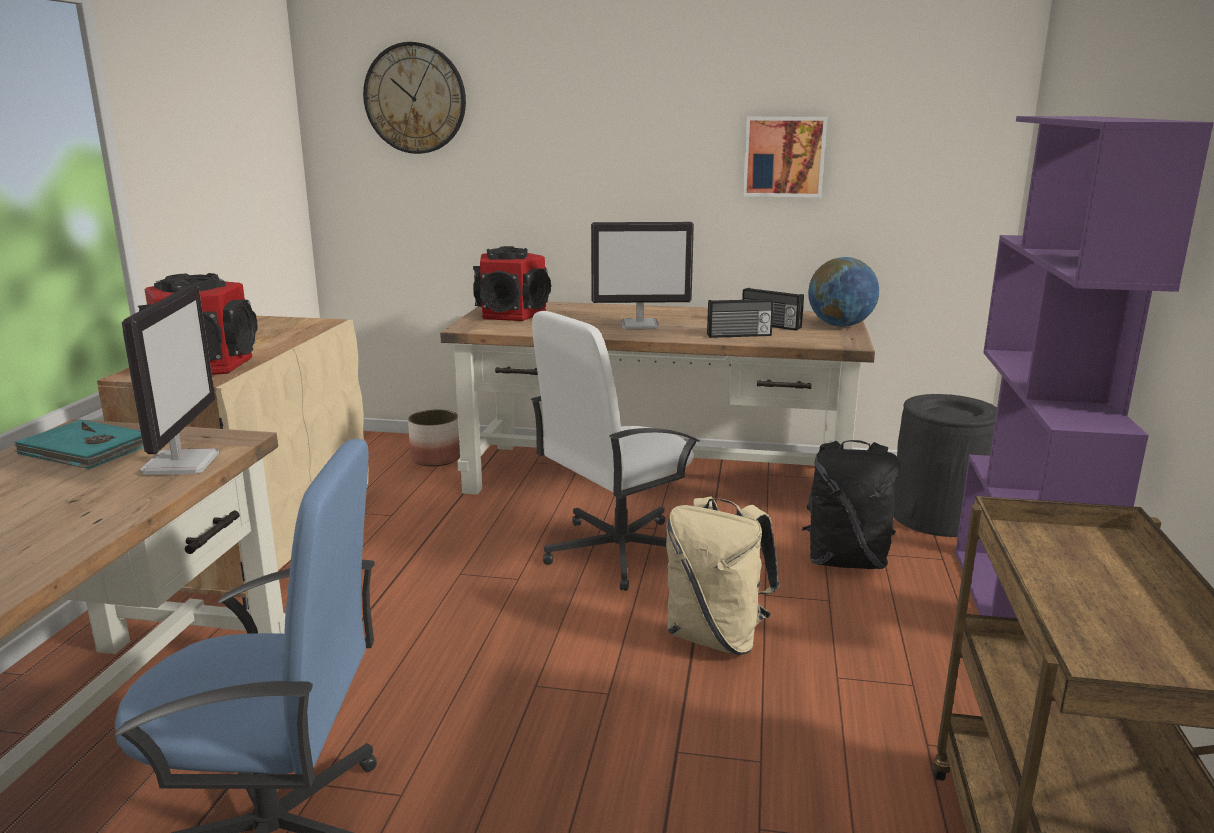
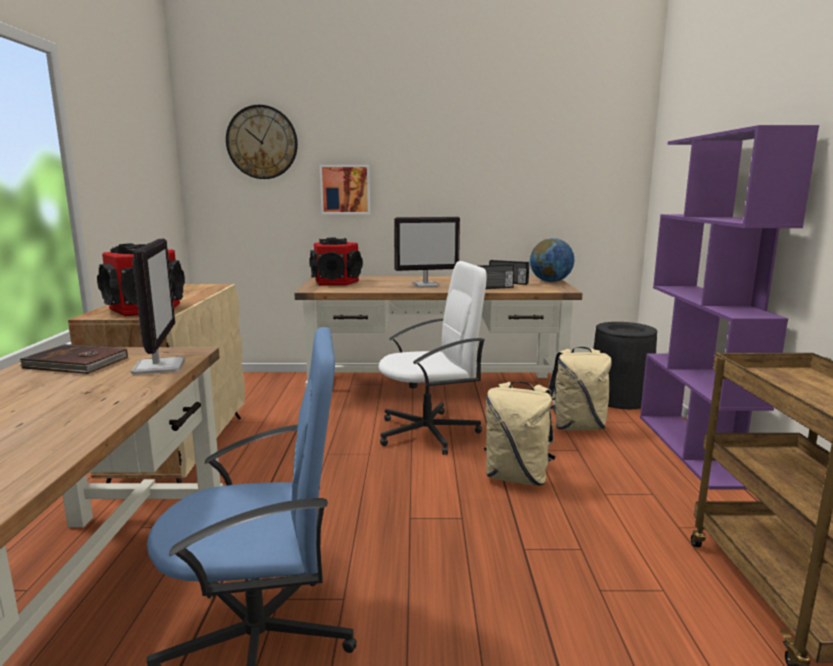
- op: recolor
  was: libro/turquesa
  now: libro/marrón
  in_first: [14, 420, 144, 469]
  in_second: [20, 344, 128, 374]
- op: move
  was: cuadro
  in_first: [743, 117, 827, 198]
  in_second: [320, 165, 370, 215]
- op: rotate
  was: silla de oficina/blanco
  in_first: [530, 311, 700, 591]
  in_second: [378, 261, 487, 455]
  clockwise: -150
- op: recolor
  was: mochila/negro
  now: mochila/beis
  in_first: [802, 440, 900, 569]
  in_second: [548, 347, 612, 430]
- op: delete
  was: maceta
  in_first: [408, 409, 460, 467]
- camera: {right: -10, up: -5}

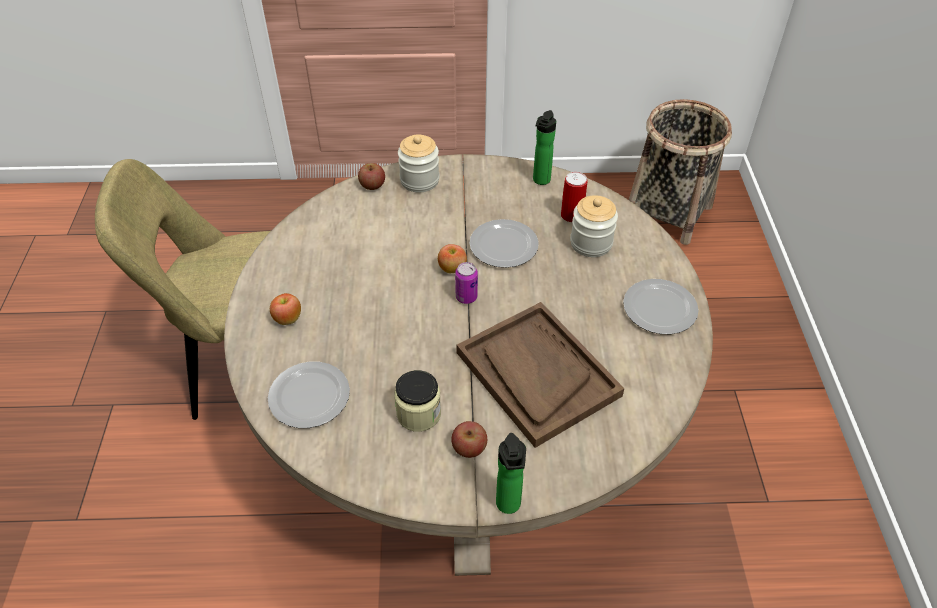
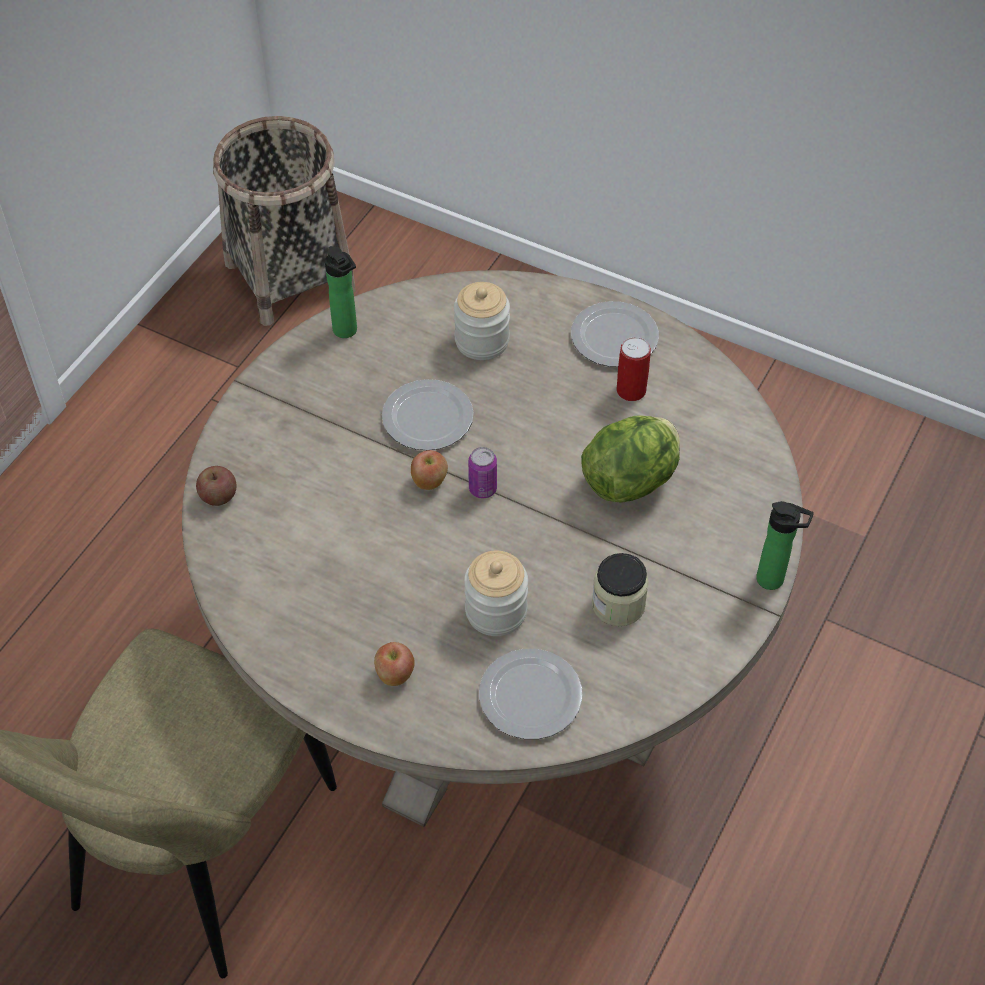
- op: move
  was: tarro
  in_first: [398, 135, 439, 192]
  in_second: [464, 551, 528, 636]
- op: replace
  was: bandeja/marrón
  now: lechuga
  in_first: [456, 302, 625, 448]
  in_second: [581, 416, 680, 503]
- op: move
  was: lata
  in_first: [561, 172, 587, 222]
  in_second: [617, 337, 651, 401]
- op: delete
  was: manzana
  in_first: [451, 421, 487, 458]
- camera: {right: -60, up: 5}

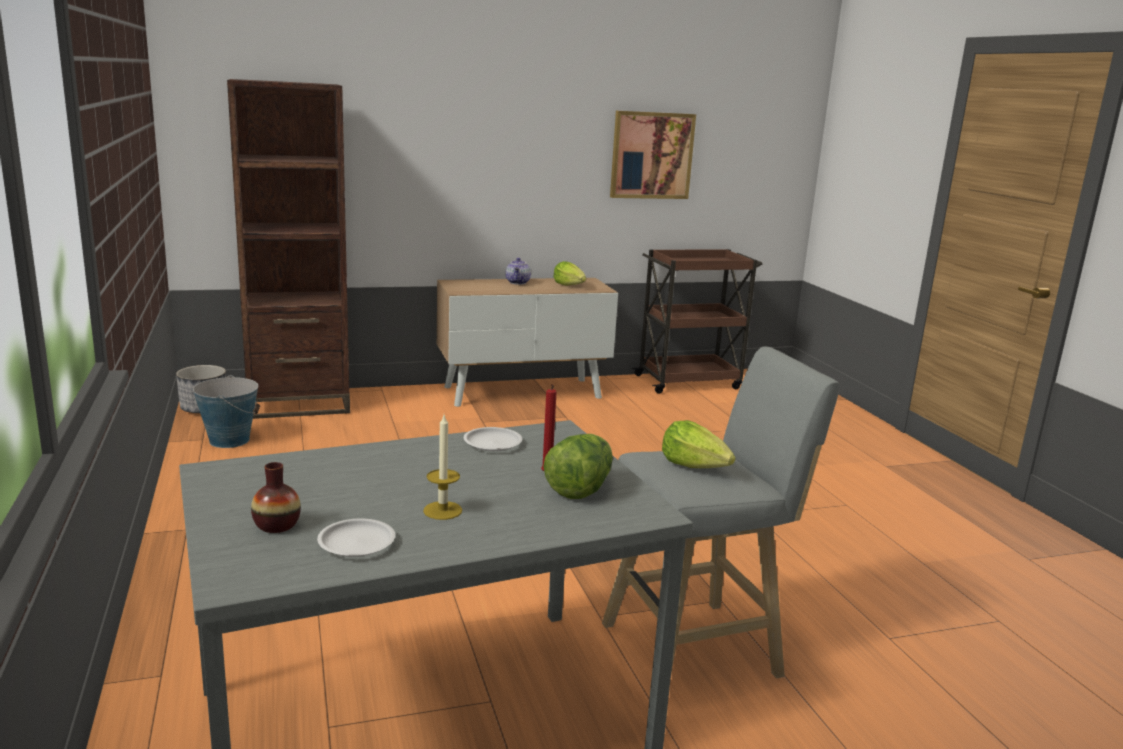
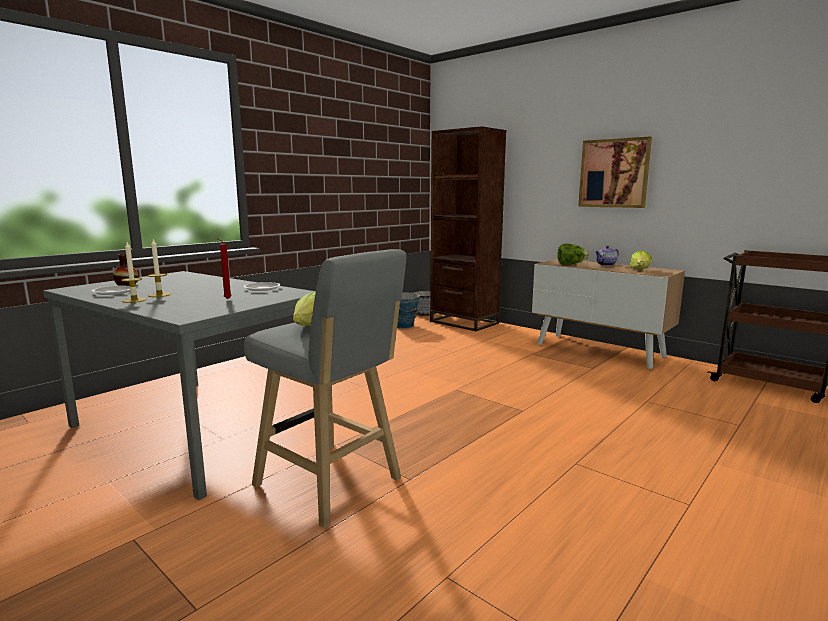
- op: insert
  now: vela
  in_second: [121, 242, 147, 303]
- op: move
  was: lechuga
  in_first: [543, 434, 613, 499]
  in_second: [557, 243, 589, 265]
- op: move
  was: cuadro
  in_first: [610, 111, 696, 199]
  in_second: [578, 137, 652, 208]
- camera: {right: 60, up: -5}

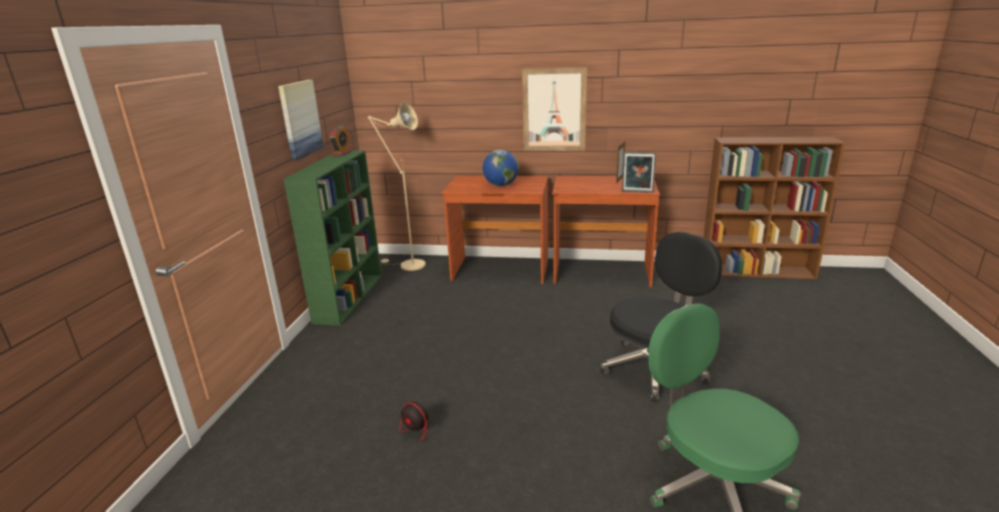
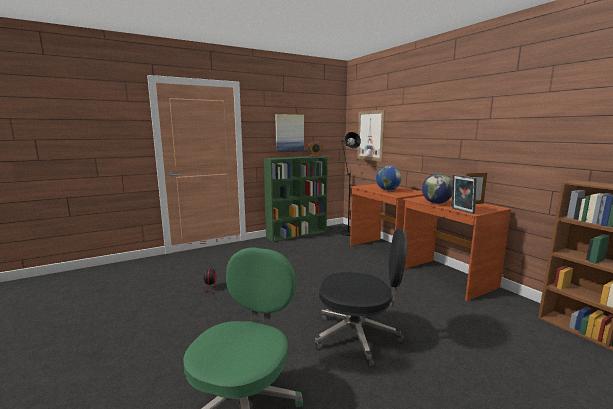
- op: recolor
  was: lámpara de pie/beis
  now: lámpara de pie/negro
  in_first: [368, 103, 426, 271]
  in_second: [336, 132, 361, 236]
- op: move
  was: cuadro
  in_first: [522, 67, 587, 151]
  in_second: [357, 110, 385, 162]
- op: insert
  now: globo terráqueo
  in_second: [422, 173, 452, 204]
- camera: {right: 50, up: -10}

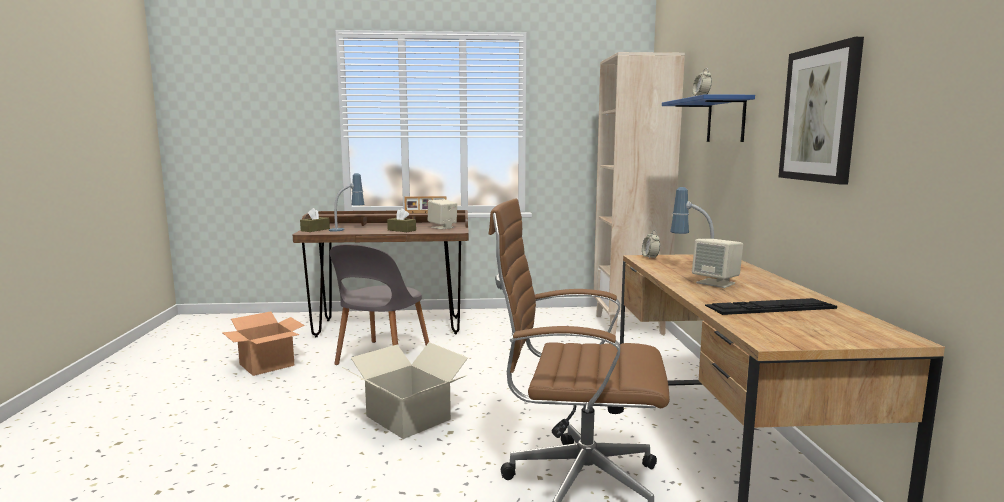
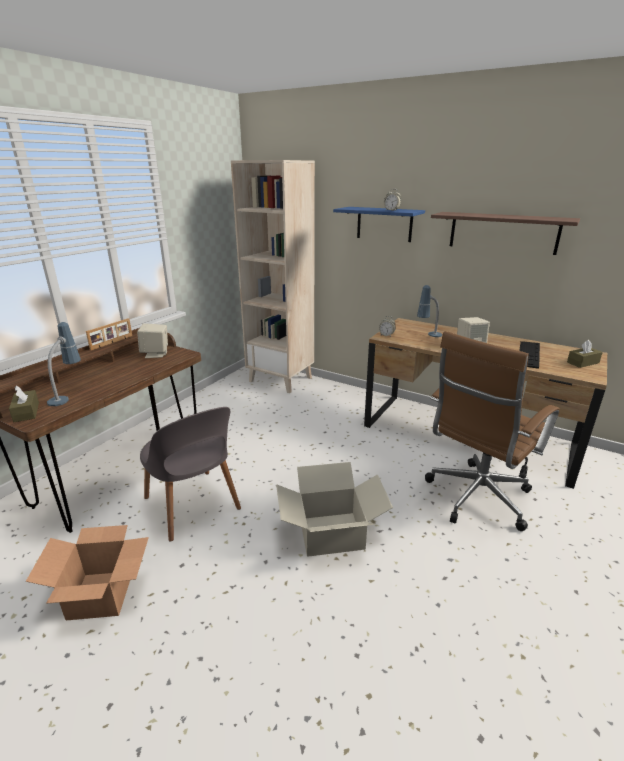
- op: replace
  was: cuadro
  now: estante
  in_first: [779, 37, 864, 184]
  in_second: [431, 212, 580, 255]
- op: move
  was: caja de pañuelos/marrón
  in_first: [387, 208, 416, 232]
  in_second: [567, 340, 603, 368]
- camera: {right: -55, up: 15}

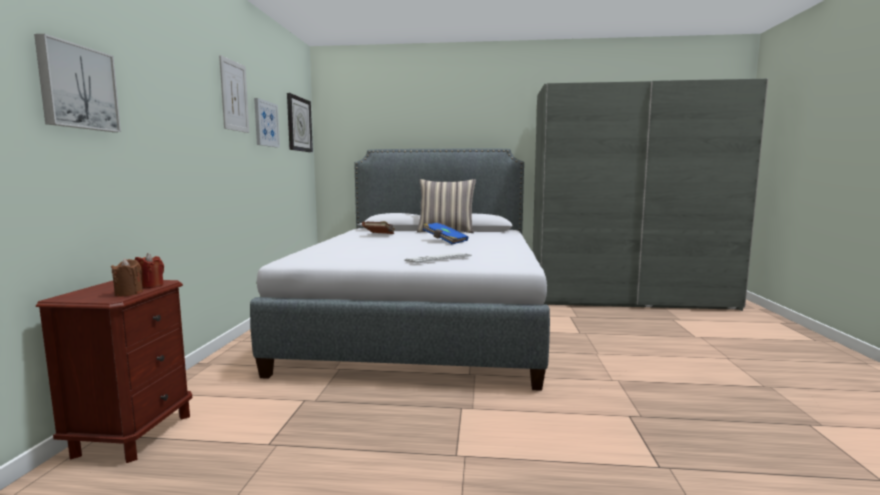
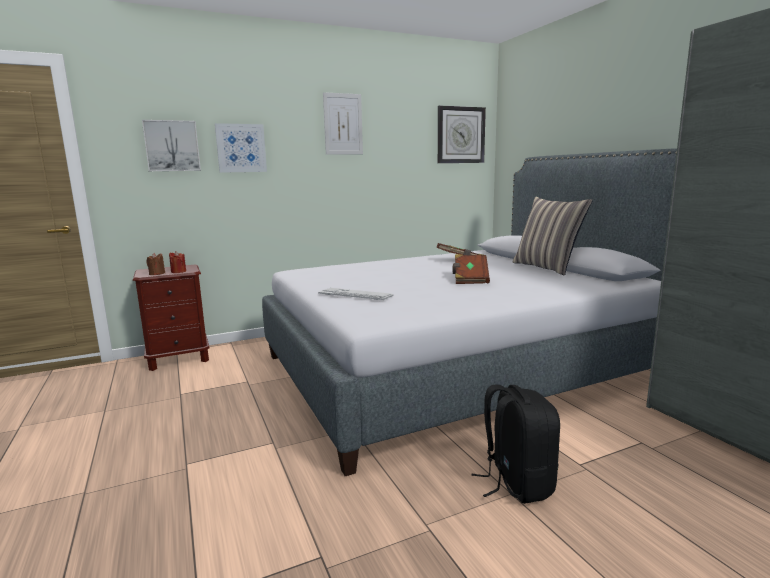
- op: move
  was: cuadro
  in_first: [254, 98, 280, 148]
  in_second: [215, 123, 267, 173]
- op: recolor
  was: libro/azul
  now: libro/marrón
  in_first: [423, 223, 468, 244]
  in_second: [452, 254, 490, 284]
- op: insert
  now: mochila/negro
  in_second: [472, 384, 560, 504]
- camera: {right: 60, up: 5}

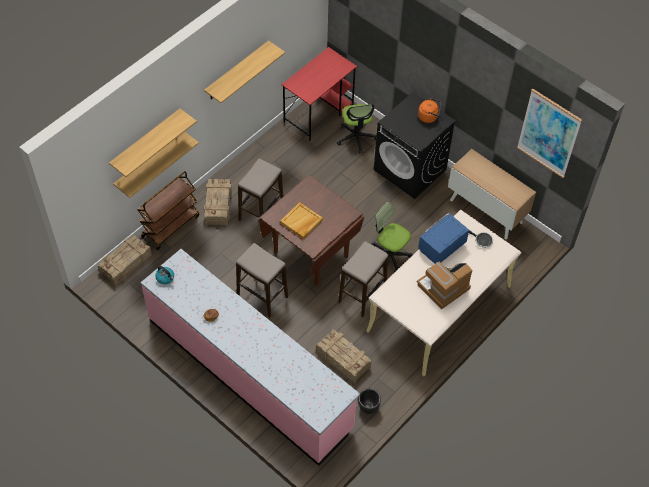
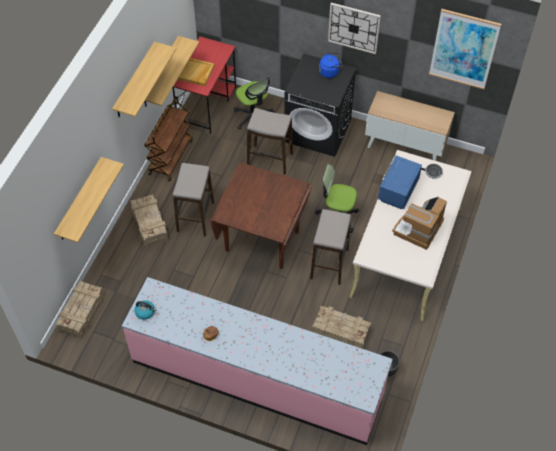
- op: move
  was: carrito/marrón
  in_first: [138, 171, 199, 250]
  in_second: [144, 96, 193, 181]
- op: move
  was: estante
  in_first: [109, 109, 197, 177]
  in_second: [145, 36, 199, 107]
- op: move
  was: bandeja/beis
  in_first: [280, 202, 323, 239]
  in_second: [178, 58, 215, 86]
- op: move
  was: taburete
  in_first: [236, 243, 288, 317]
  in_second: [247, 108, 293, 175]
- op: recolor
  was: hervidor/naranja
  now: hervidor/azul
  in_first: [418, 98, 441, 123]
  in_second: [319, 53, 342, 78]
- op: insert
  now: reloj de pared
  in_second: [328, 3, 381, 54]
- camera: {right: -20, up: 0}

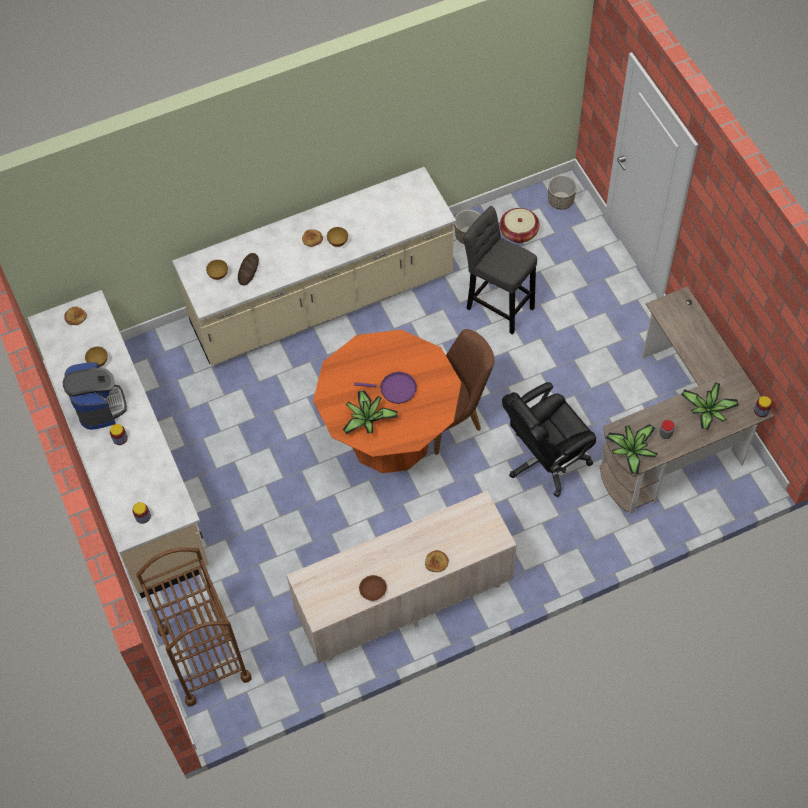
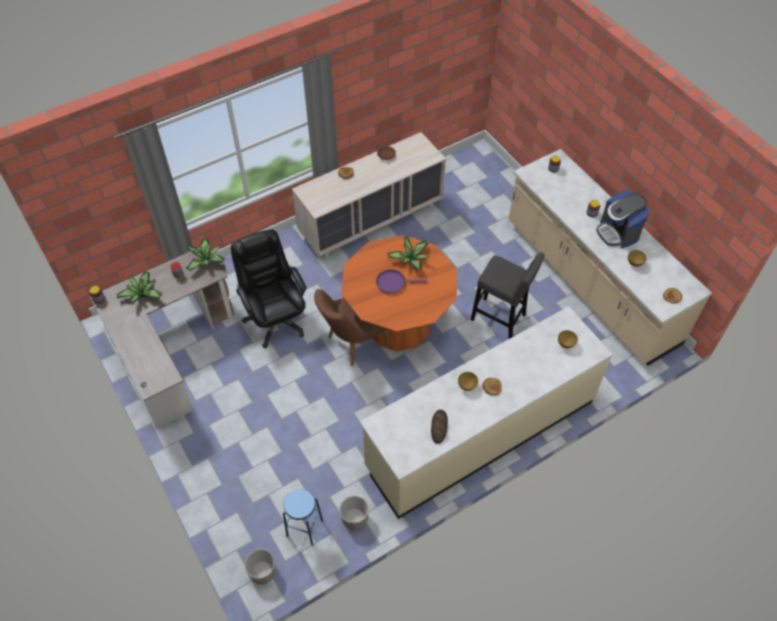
- op: rotate
  was: silla de oficina/negro
  in_first: [502, 382, 596, 497]
  in_second: [231, 229, 306, 348]
  clockwise: -75
- op: replace
  was: cesta
  now: taburete/azul
  in_first: [500, 208, 539, 243]
  in_second: [283, 489, 323, 546]
- op: move
  was: pan
  in_first: [238, 253, 259, 285]
  in_second: [431, 410, 448, 444]
- op: move
  was: taburete/gris
  in_first: [463, 206, 537, 335]
  in_second: [471, 253, 545, 339]
- op: delete
  was: carrito/marrón
  in_first: [136, 548, 252, 707]
- camera: {right: 170, up: -5}

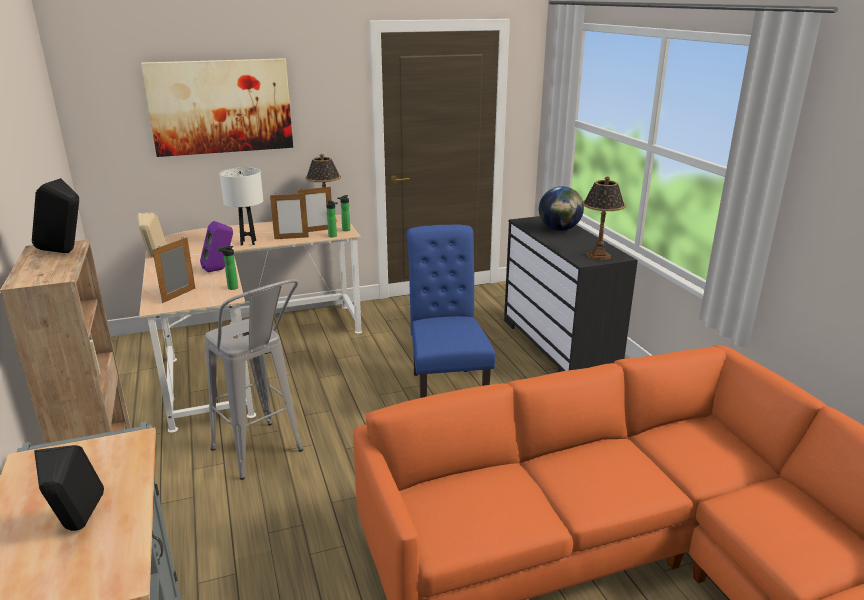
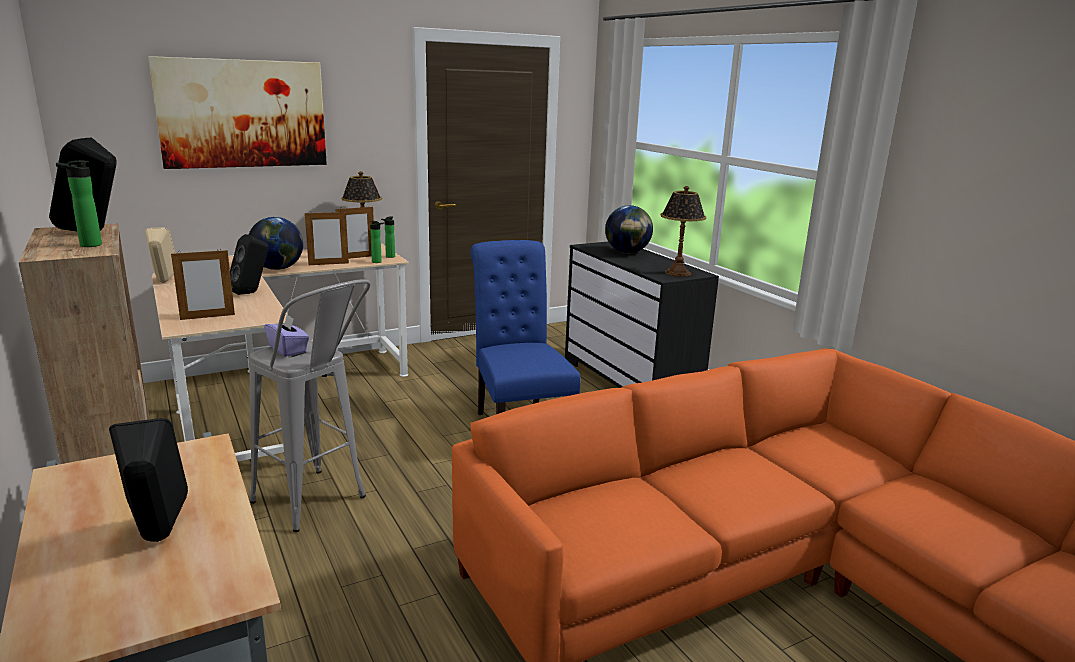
- op: move
  was: botella
  in_first: [218, 246, 238, 290]
  in_second: [56, 161, 102, 247]
- op: rotate
  was: portarretratos
  in_first: [153, 237, 195, 303]
  in_second: [171, 248, 235, 320]
  clockwise: -135
- op: recolor
  was: altavoz/morado
  now: altavoz/negro
  in_first: [200, 221, 233, 272]
  in_second: [230, 234, 268, 295]
- op: replace
  was: lámpara de mesa/blanco
  now: globo terráqueo
  in_first: [219, 167, 263, 246]
  in_second: [249, 217, 303, 270]
- op: insert
  now: caja de pañuelos/morado
  in_second: [264, 314, 309, 357]
- camera: {right: -10, up: -5}

